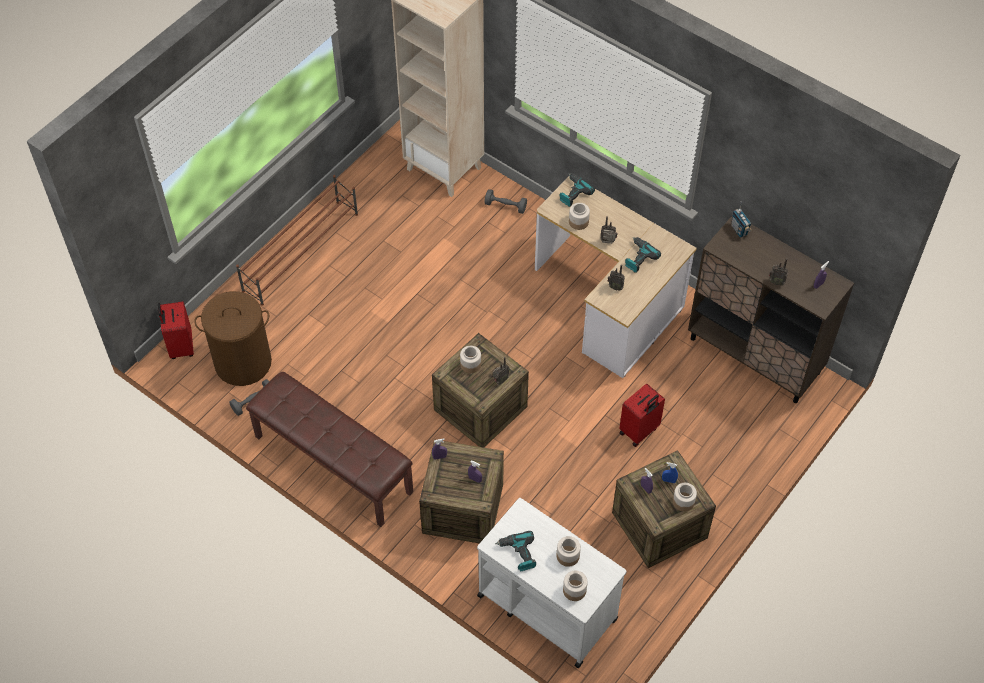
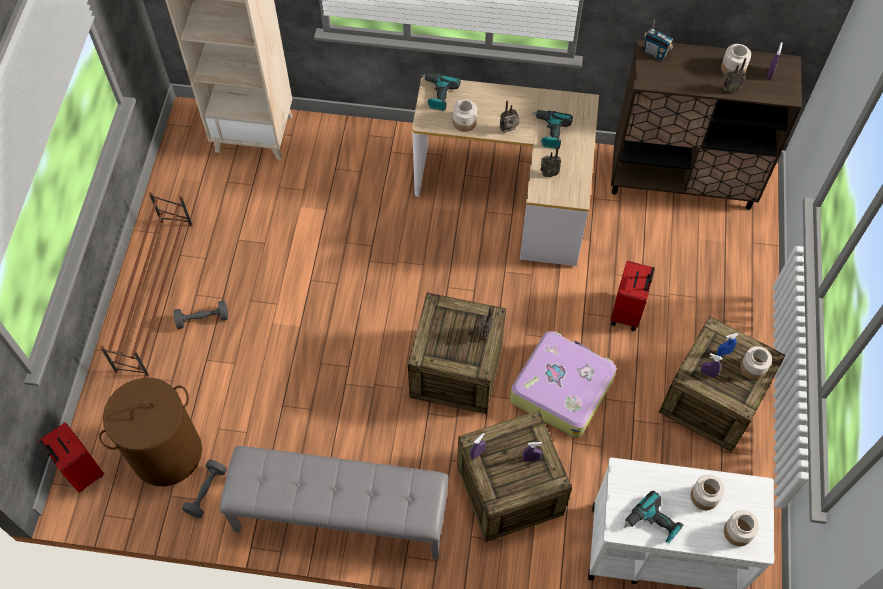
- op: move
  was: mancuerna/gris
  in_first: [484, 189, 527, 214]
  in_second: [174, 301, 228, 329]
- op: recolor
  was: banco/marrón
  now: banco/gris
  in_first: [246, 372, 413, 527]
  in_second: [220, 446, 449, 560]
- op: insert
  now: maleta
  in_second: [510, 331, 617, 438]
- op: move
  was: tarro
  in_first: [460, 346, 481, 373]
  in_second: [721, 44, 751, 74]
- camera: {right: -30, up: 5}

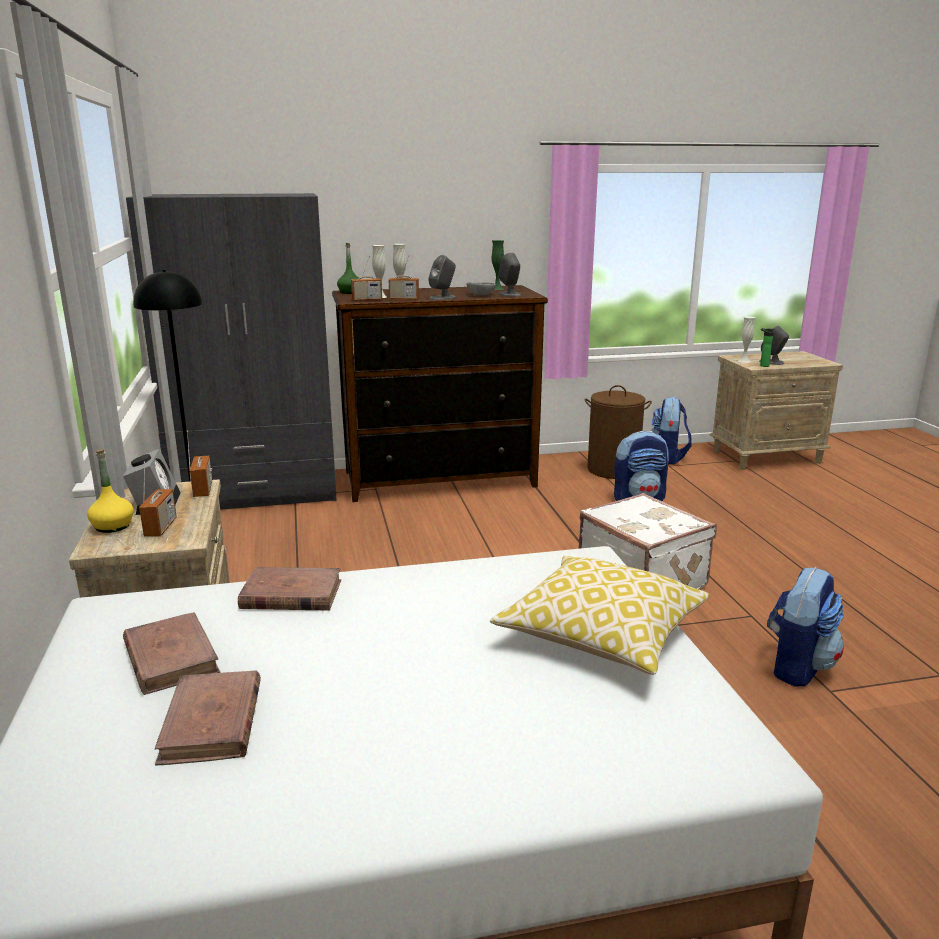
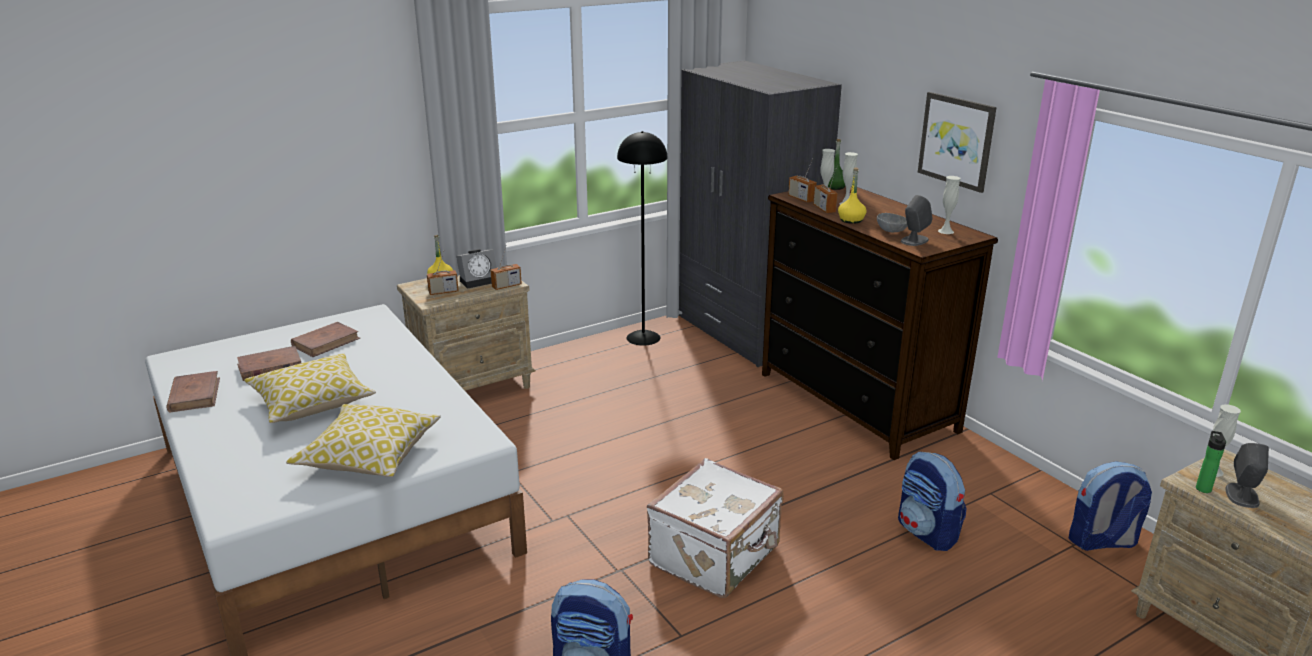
- op: move
  was: libro/marrón
  in_first: [238, 567, 341, 611]
  in_second: [166, 371, 220, 413]
- op: insert
  now: cojín
  in_second: [244, 353, 376, 423]
- op: replace
  was: altavoz/gris
  now: botella/amarillo
  in_first: [428, 255, 456, 300]
  in_second: [838, 168, 867, 224]
- op: insert
  now: cuadro
  in_second: [918, 92, 997, 193]
- op: recolor
  was: florero/verde
  now: florero/blanco
  in_first: [491, 240, 504, 290]
  in_second: [938, 176, 960, 234]
- op: delete
  was: cesto de la ropa/marrón
  in_first: [585, 385, 652, 479]
- camera: {right: 70, up: 5}

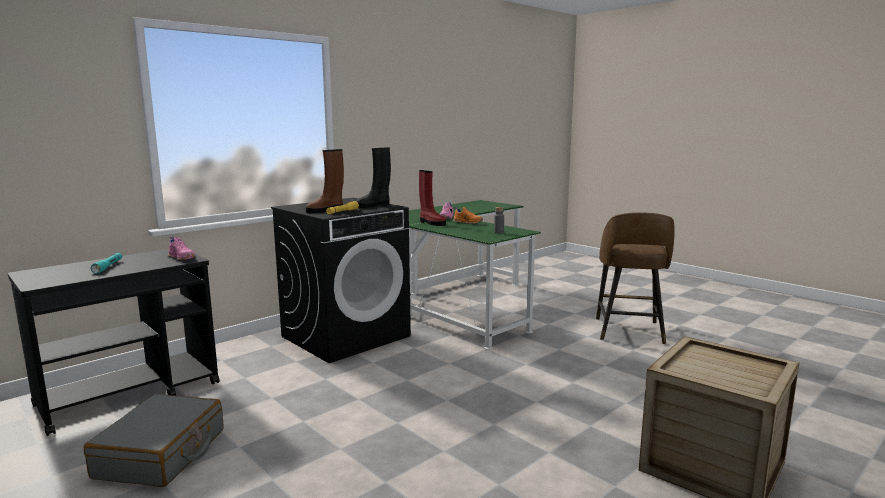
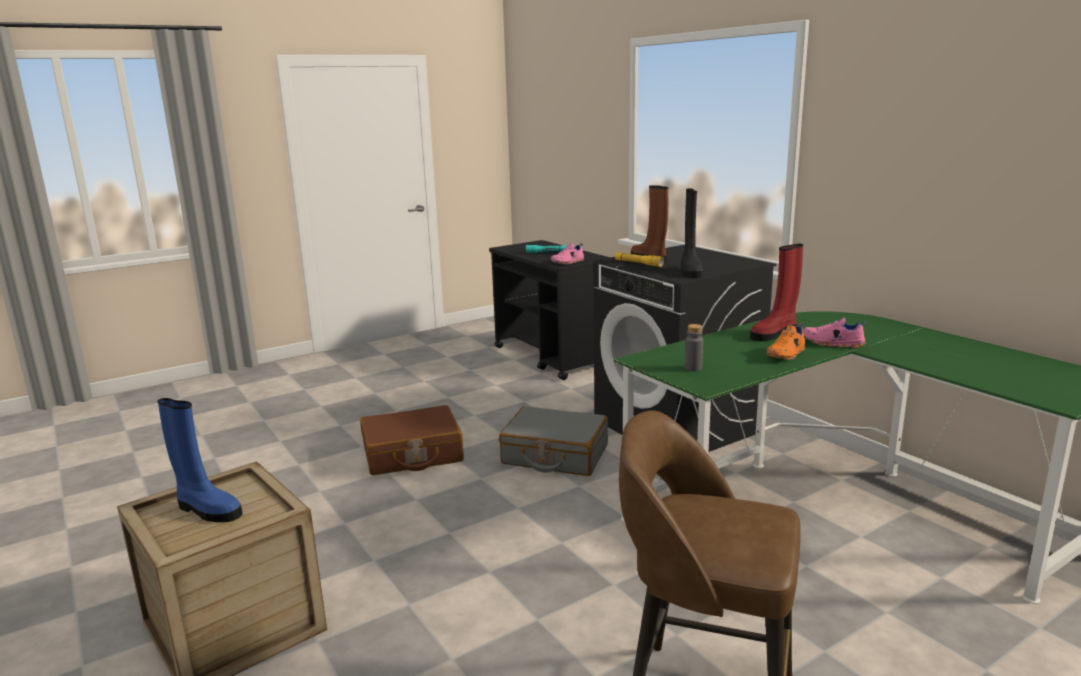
- op: insert
  now: bota/azul
  in_second: [157, 398, 243, 522]
- op: insert
  now: maleta/marrón
  in_second: [360, 405, 464, 475]
- op: move
  was: maleta/gris
  in_first: [84, 394, 223, 487]
  in_second: [499, 406, 608, 476]
- op: rotate
  was: bota/negro
  in_first: [356, 147, 391, 208]
  in_second: [681, 188, 703, 278]
  clockwise: -150
- camera: {right: 100, up: 5}

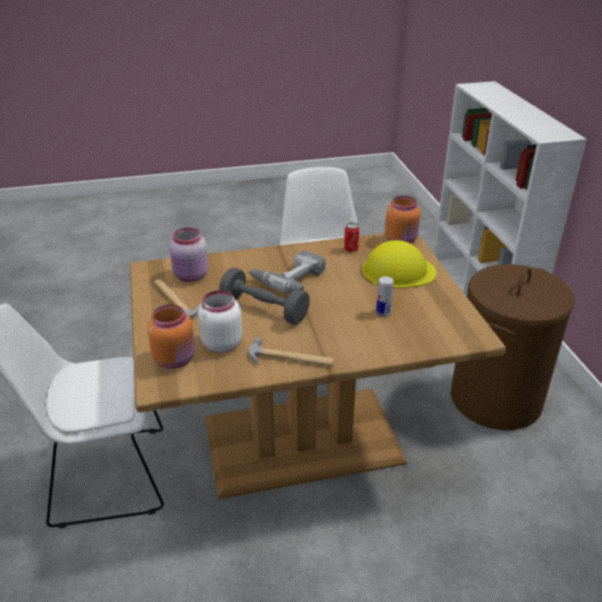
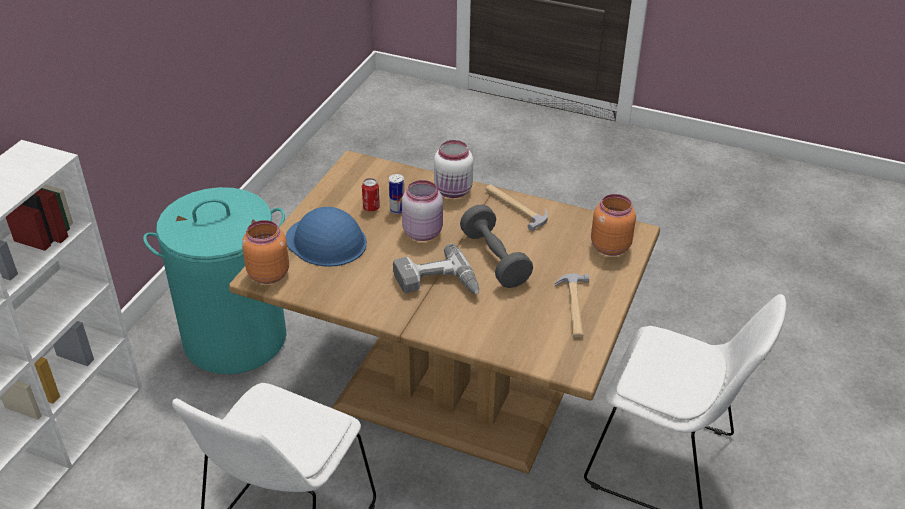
- op: recolor
  was: cesto de la ropa/marrón
  now: cesto de la ropa/turquesa
  in_first: [451, 264, 575, 430]
  in_second: [143, 187, 287, 374]
- op: recolor
  was: casco/amarillo
  now: casco/azul
  in_first: [362, 240, 437, 288]
  in_second: [285, 207, 367, 267]
- op: move
  was: lata
  in_first: [344, 223, 359, 252]
  in_second: [362, 178, 380, 212]
- op: move
  was: tarro/rosa
  in_first: [170, 227, 209, 282]
  in_second: [401, 180, 443, 241]
- op: move
  was: tarro/blanco
  in_first: [198, 290, 242, 353]
  in_second: [434, 140, 473, 198]
- camera: {right: -145, up: 5}

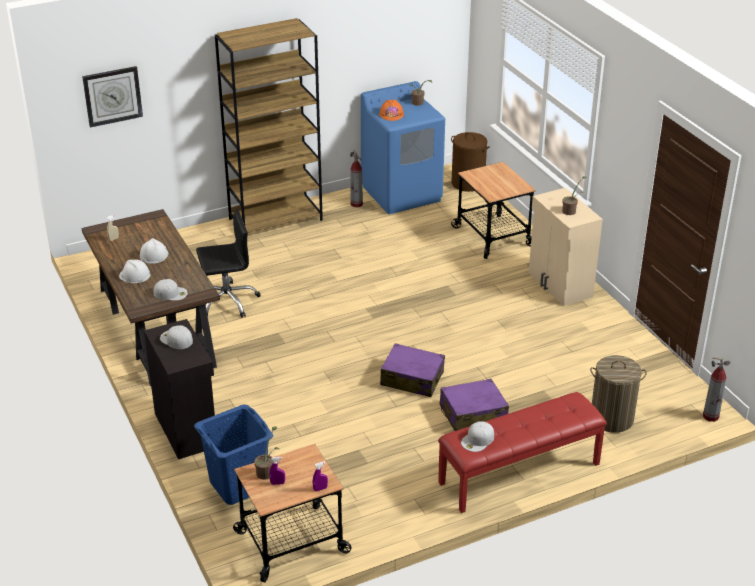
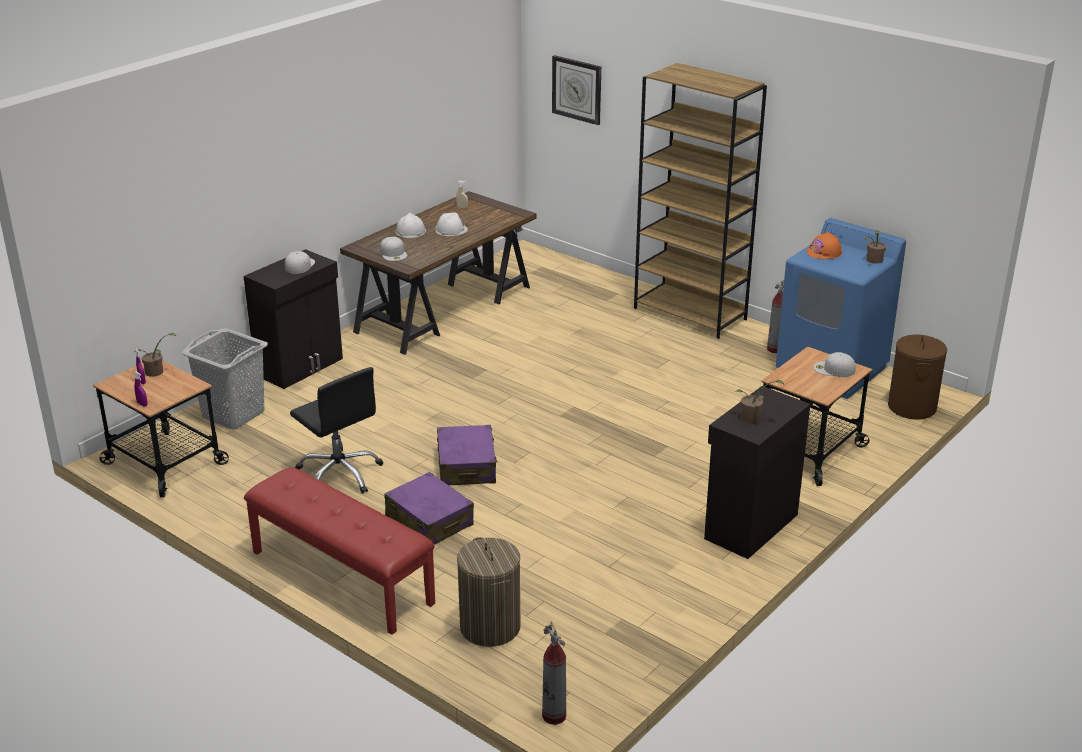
- op: recolor
  was: cesto de la ropa/azul
  now: cesto de la ropa/gris
  in_first: [194, 405, 273, 505]
  in_second: [181, 328, 268, 430]
- op: move
  was: silla de oficina/negro
  in_first: [196, 209, 261, 318]
  in_second: [290, 367, 383, 494]
- op: recolor
  was: armario/beis
  now: armario/negro
  in_first: [529, 188, 603, 306]
  in_second: [704, 386, 811, 559]
- op: move
  was: gorra/blanco
  in_first: [461, 421, 494, 452]
  in_second: [814, 352, 856, 377]
- camera: {right: 65, up: -5}

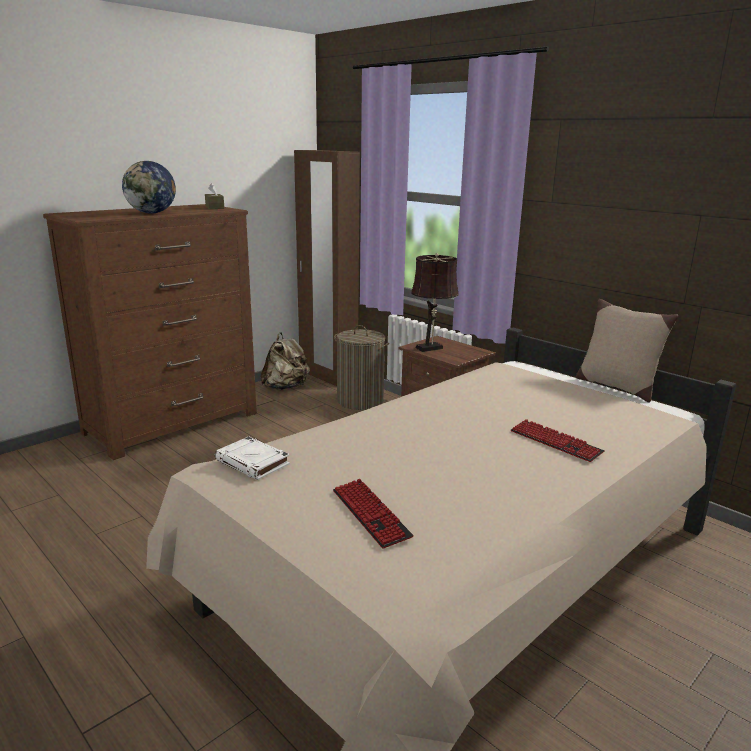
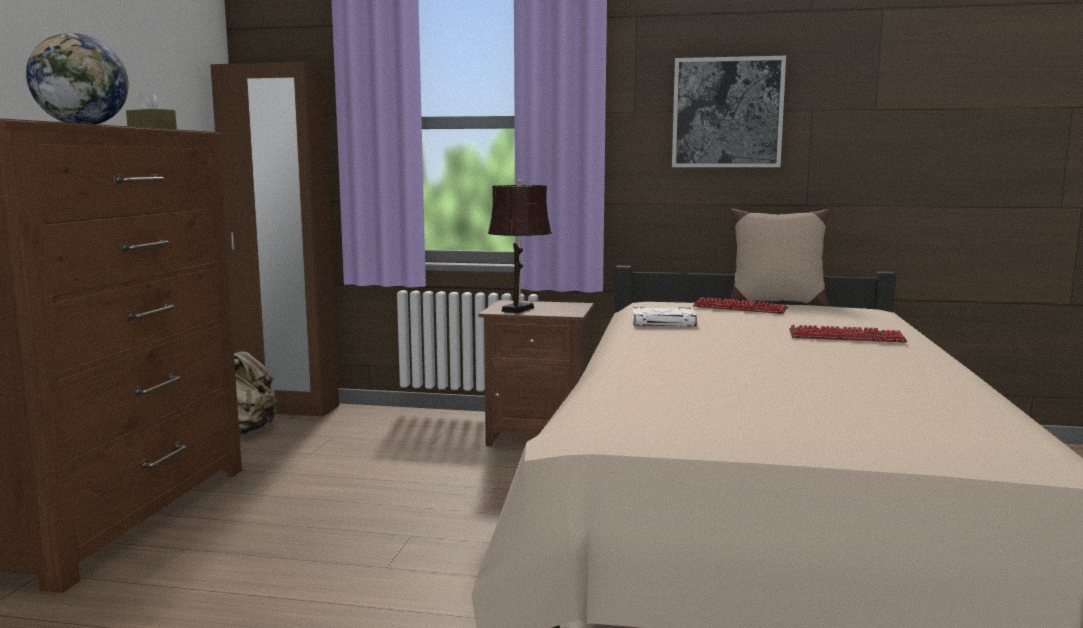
- op: move
  was: libro/blanco
  in_first: [215, 436, 290, 480]
  in_second: [632, 307, 697, 327]
- op: insert
  now: cuadro
  in_second: [672, 56, 786, 167]
- op: move
  was: teclado
  in_first: [333, 479, 414, 549]
  in_second: [693, 297, 789, 314]
- op: delete
  was: cesto de la ropa
  in_first: [334, 325, 389, 410]
- camera: {right: -35, up: -10}

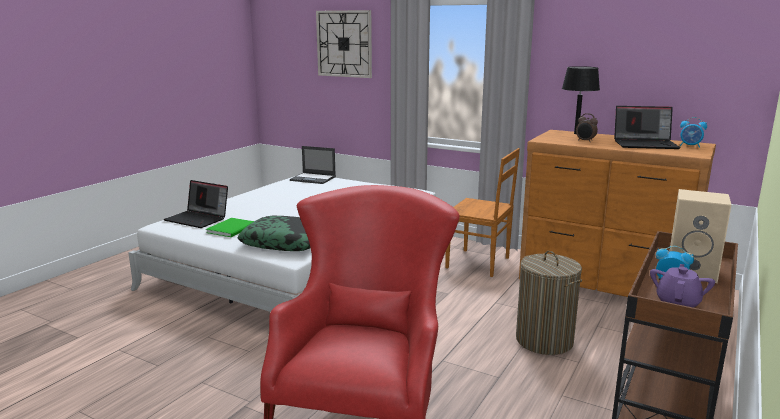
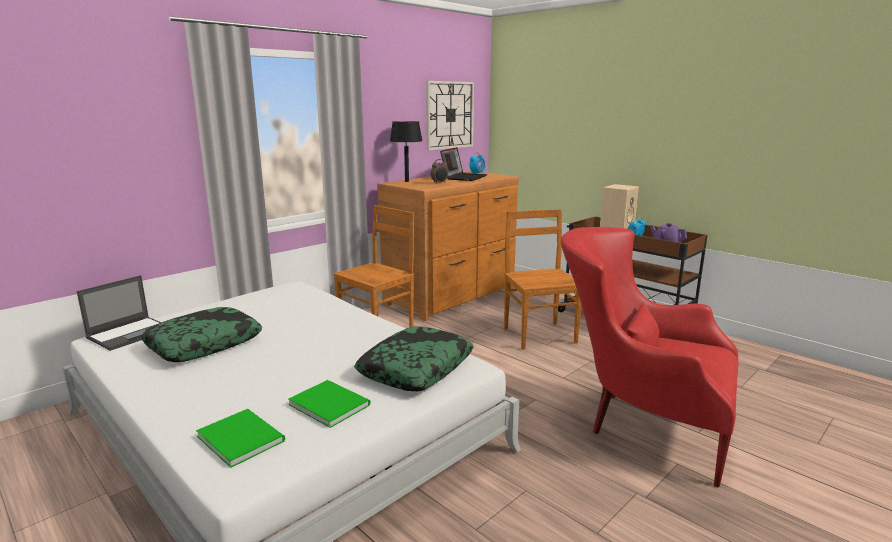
- op: insert
  now: cojín
  in_second: [141, 307, 262, 362]
- op: replace
  was: portátil
  now: libro/verde
  in_first: [164, 180, 228, 228]
  in_second: [196, 409, 285, 468]
- op: move
  was: reloj de pared
  in_first: [316, 10, 372, 78]
  in_second: [426, 81, 474, 150]
- op: replace
  was: cesto de la ropa
  now: silla/marrón
  in_first: [516, 251, 582, 355]
  in_second: [504, 209, 582, 349]
- camera: {right: -75, up: 0}

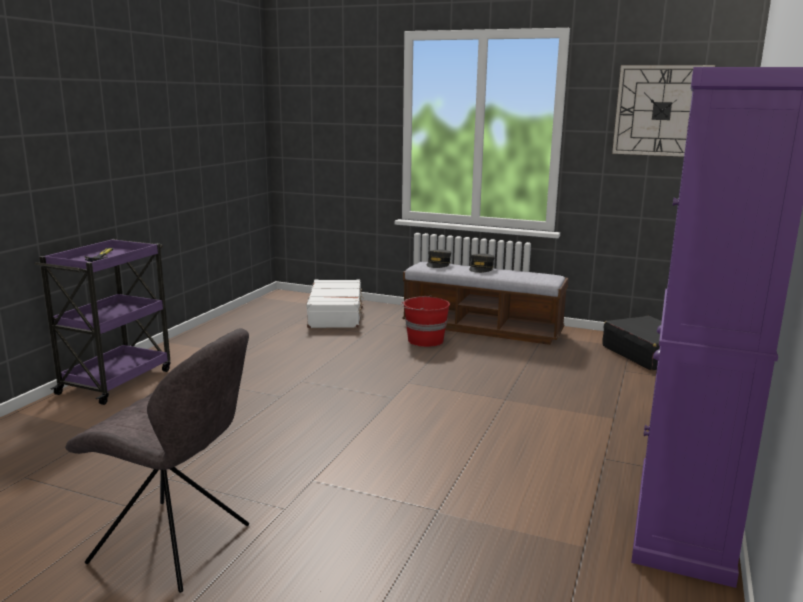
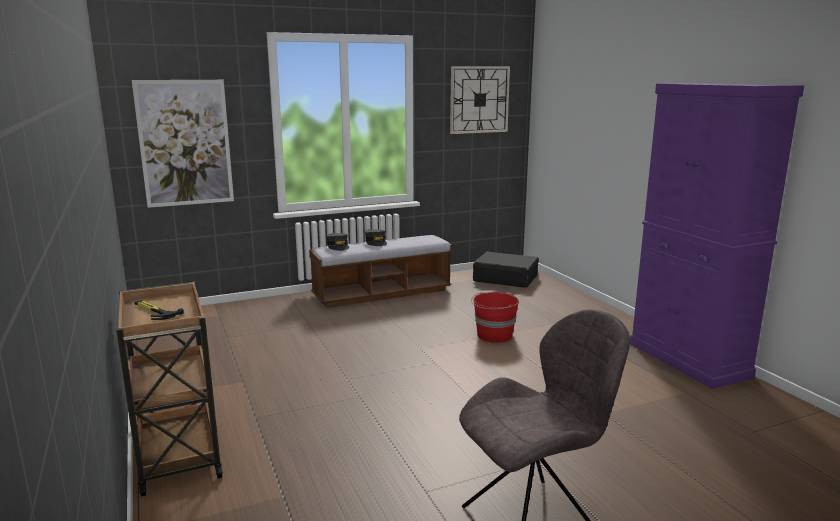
- op: recolor
  was: carrito/morado
  now: carrito/marrón
  in_first: [35, 239, 171, 405]
  in_second: [116, 282, 223, 497]
- op: insert
  now: cuadro
  in_second: [132, 80, 234, 208]
- op: move
  was: cubo/rojo
  in_first: [401, 295, 450, 347]
  in_second: [471, 292, 519, 343]
- op: delete
  was: maleta/blanco
  in_first: [306, 280, 364, 328]
- camera: {right: -45, up: 0}

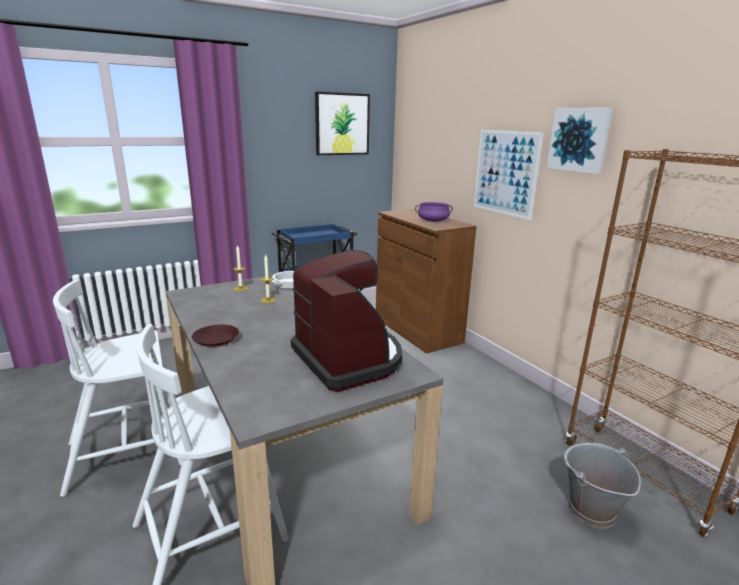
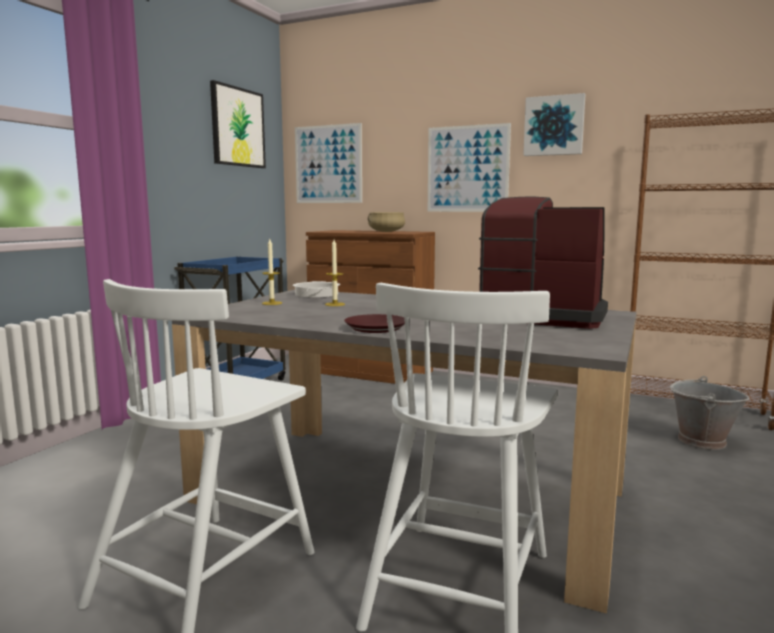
- op: insert
  now: cuadro
  in_second: [295, 123, 362, 203]
- op: recolor
  was: olla/morado
  now: olla/beis
  in_first: [415, 202, 453, 222]
  in_second: [368, 212, 405, 232]
- camera: {right: -35, up: -10}

